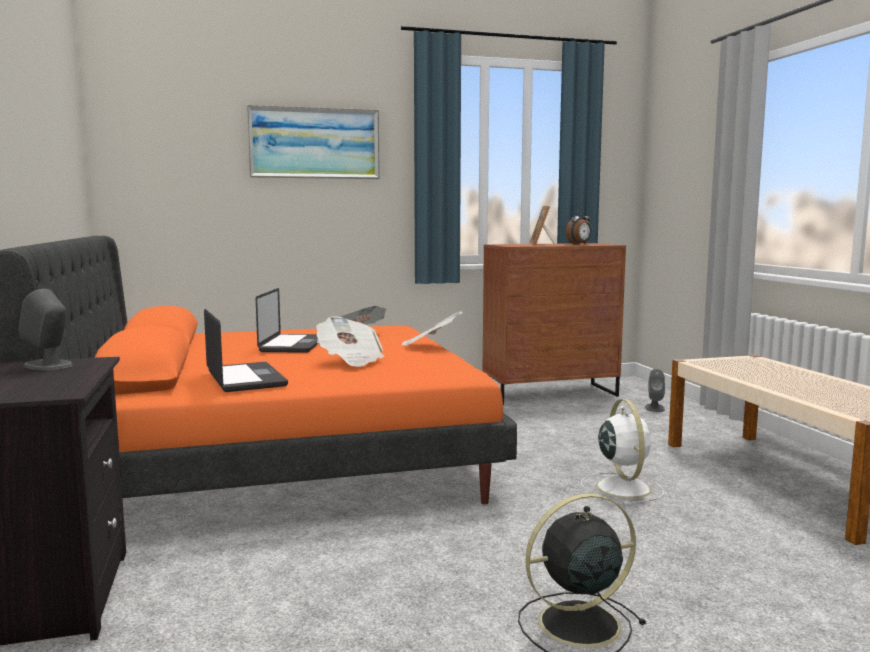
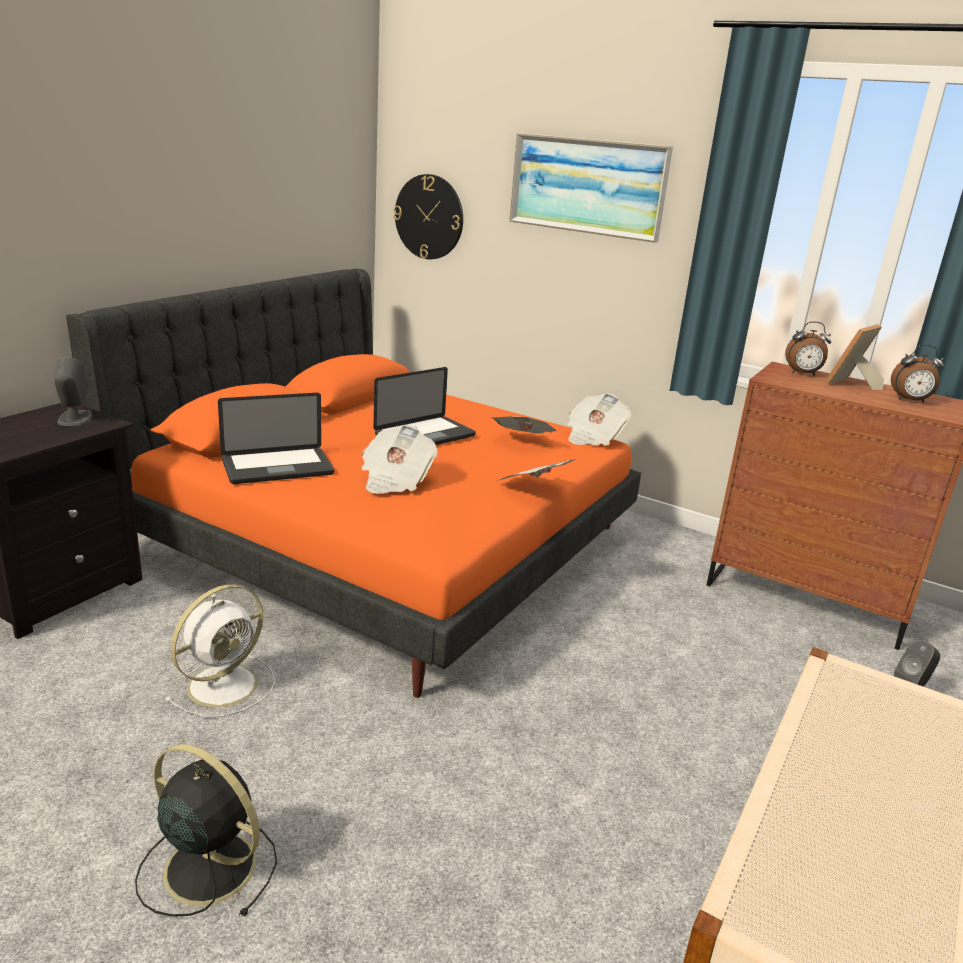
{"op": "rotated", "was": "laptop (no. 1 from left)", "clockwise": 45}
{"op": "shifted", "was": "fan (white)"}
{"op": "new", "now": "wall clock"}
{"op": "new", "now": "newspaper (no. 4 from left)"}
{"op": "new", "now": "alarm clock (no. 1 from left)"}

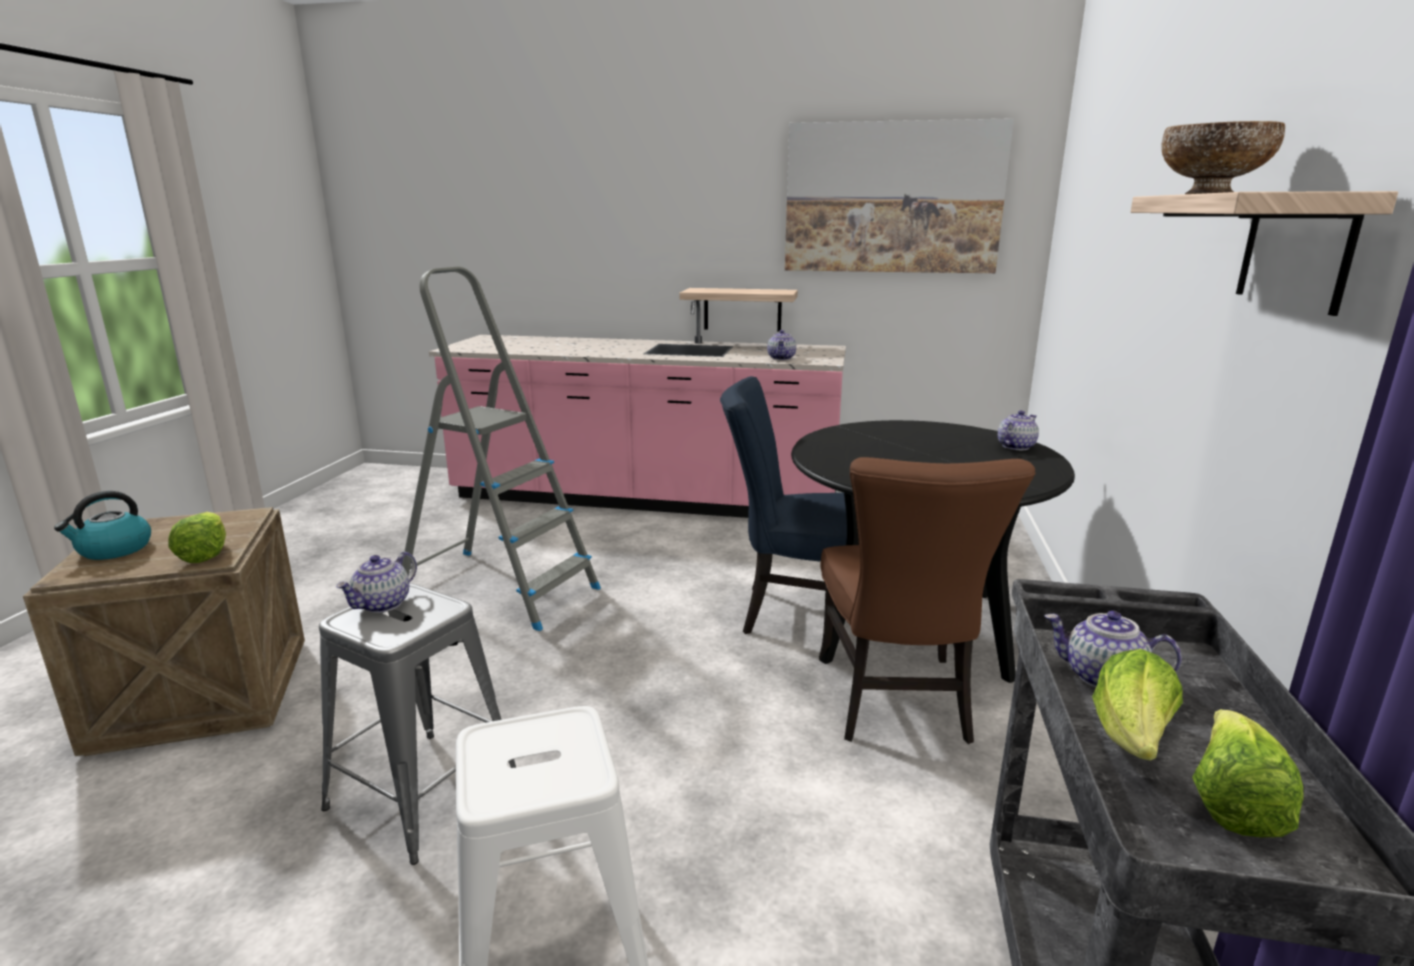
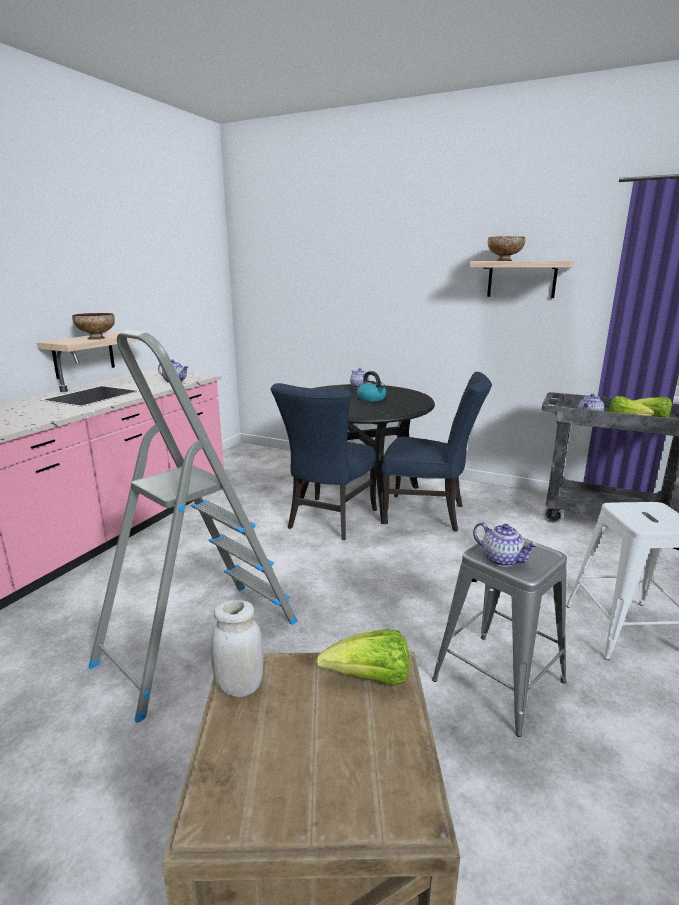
{"op": "shifted", "was": "kettle"}
{"op": "gone", "was": "picture"}
{"op": "repainted", "was": "chair (brown)", "now": "chair (blue) (no. 2 from left)"}
{"op": "new", "now": "bowl (no. 1 from left)"}
{"op": "new", "now": "jar (white)"}

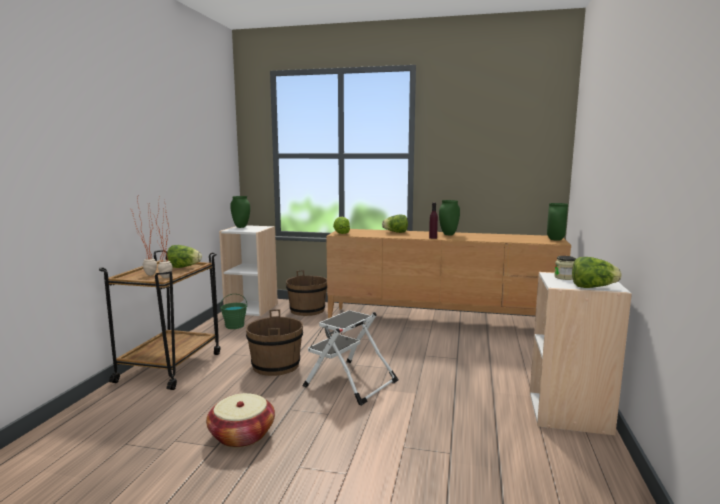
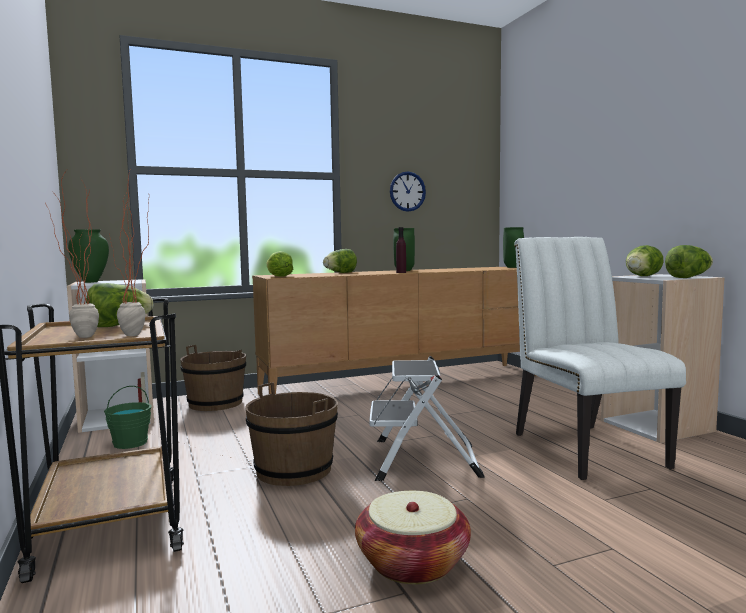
{"op": "swapped", "was": "jar", "now": "lettuce (no. 4 from left)"}
{"op": "new", "now": "wall clock"}
{"op": "new", "now": "chair (white)"}

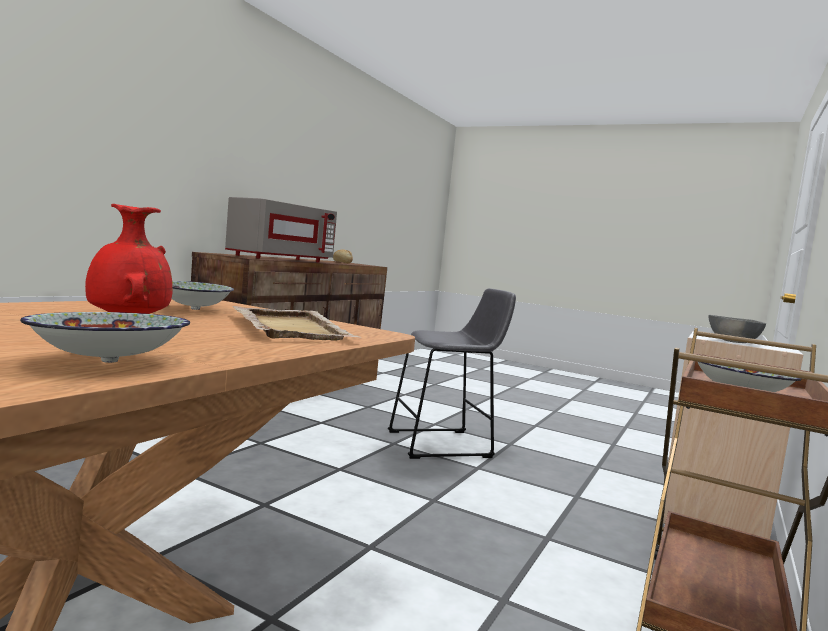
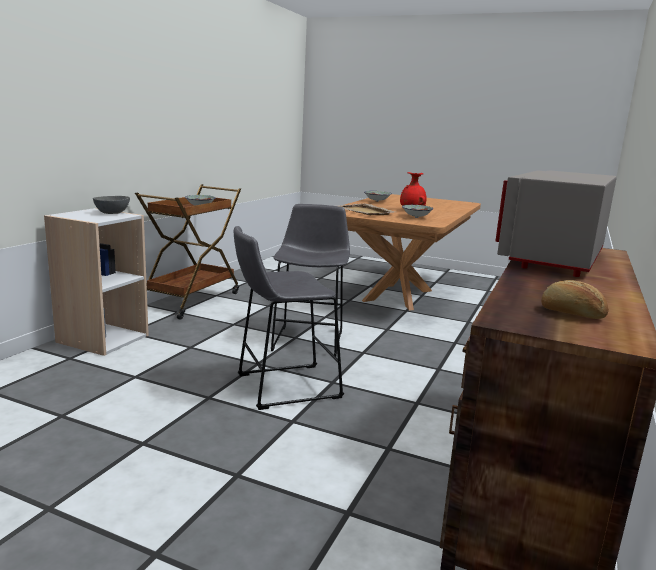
{"op": "new", "now": "stool (grey) (no. 2 from left)"}

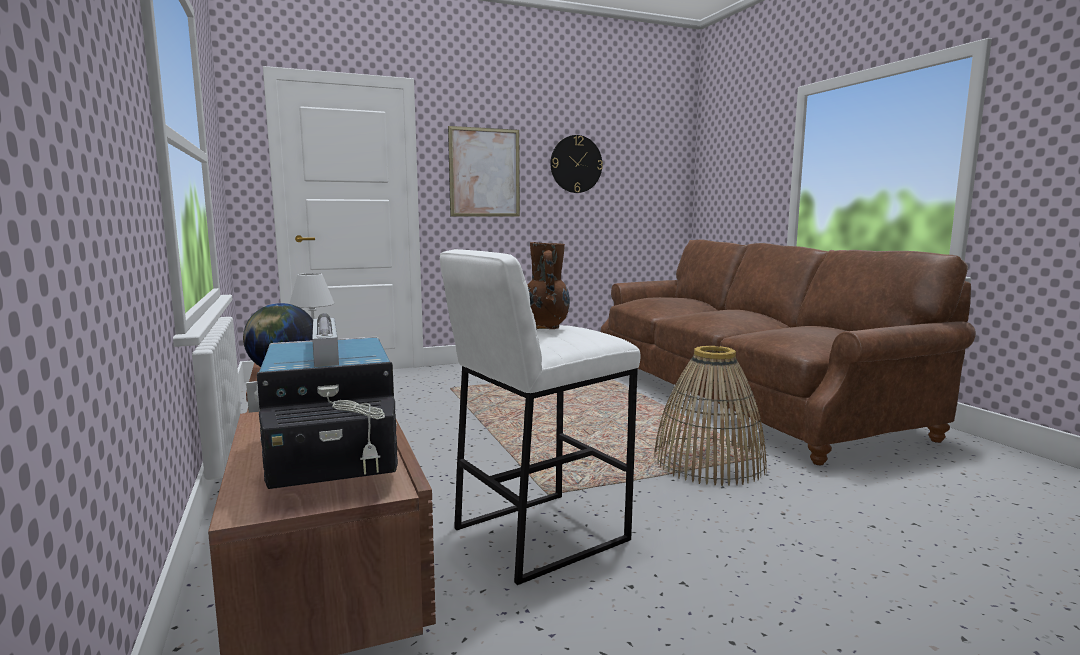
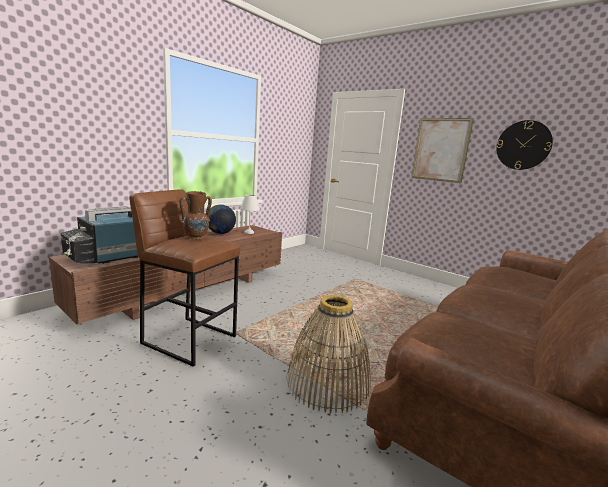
{"op": "repainted", "was": "stool (white)", "now": "stool (brown)"}

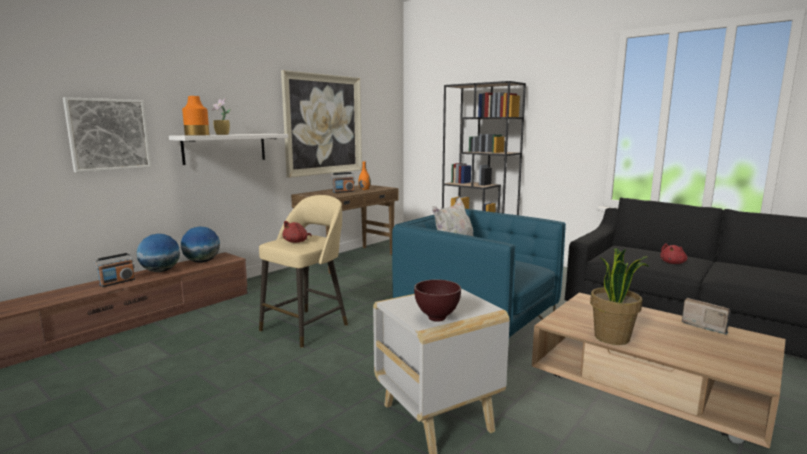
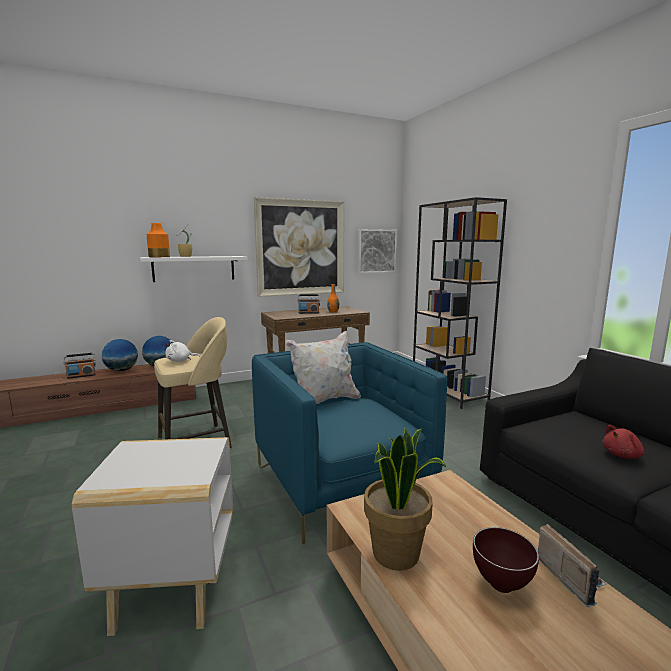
{"op": "shifted", "was": "picture (no. 1 from left in the first image)", "now": "picture (no. 2 from left)"}
{"op": "repainted", "was": "plush toy (red) (no. 1 from left)", "now": "plush toy (white)"}
{"op": "shifted", "was": "bowl (brown)"}

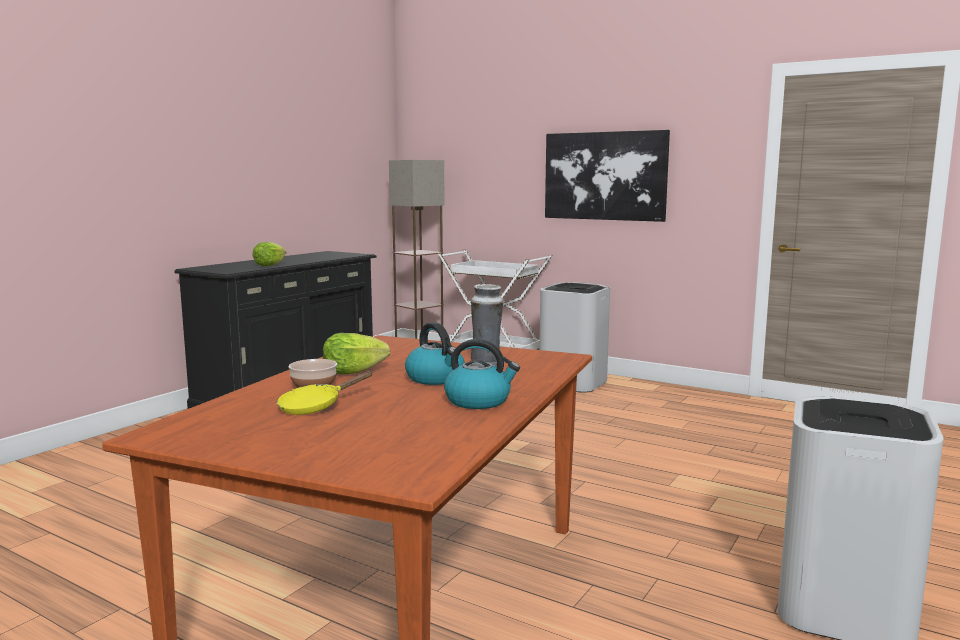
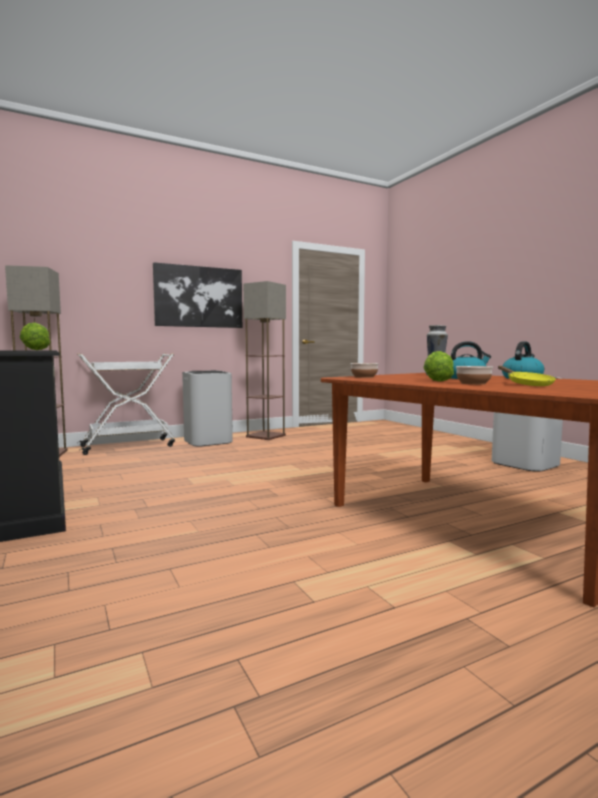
{"op": "new", "now": "floor lamp (no. 2 from left)"}
{"op": "new", "now": "bowl (no. 1 from left)"}

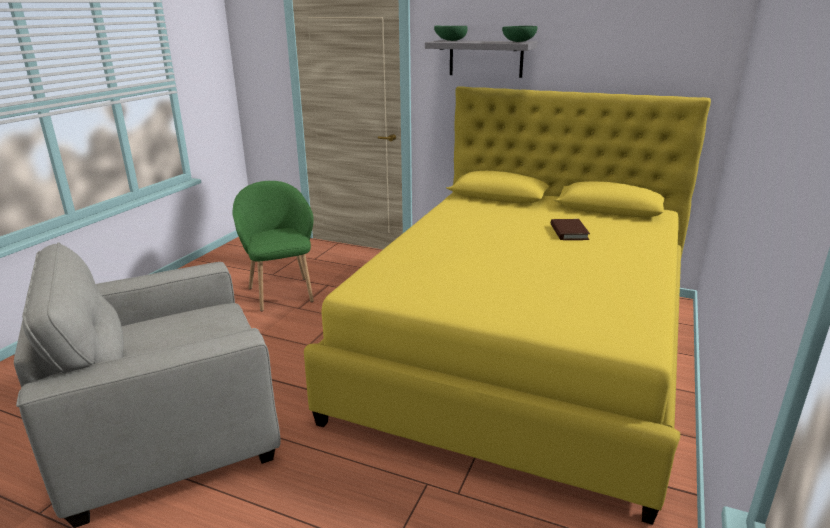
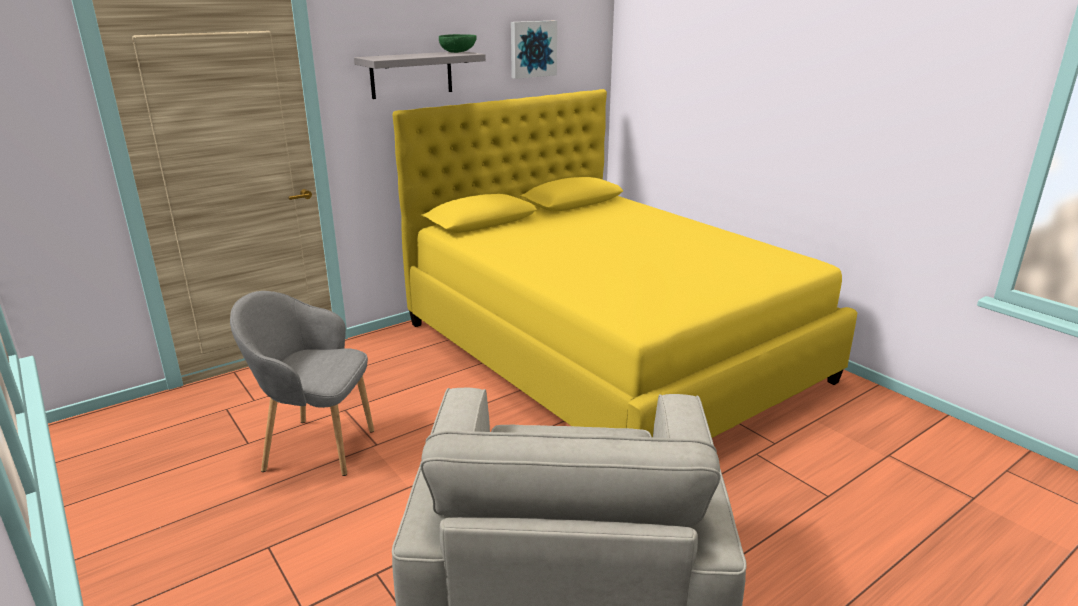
{"op": "repainted", "was": "armchair (green)", "now": "armchair (grey) (no. 1 from left)"}
{"op": "gone", "was": "bowl (green) (no. 1 from left)"}
{"op": "gone", "was": "book (brown)"}
{"op": "new", "now": "picture"}

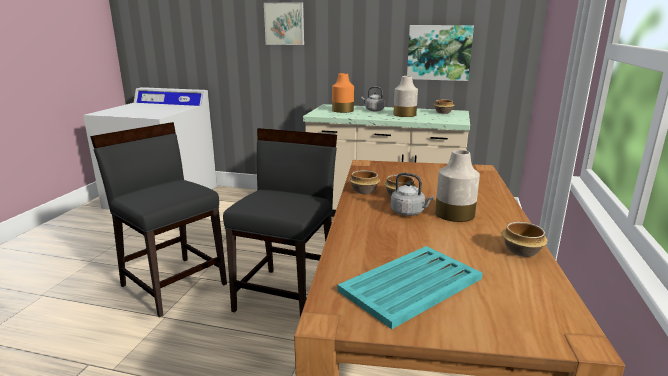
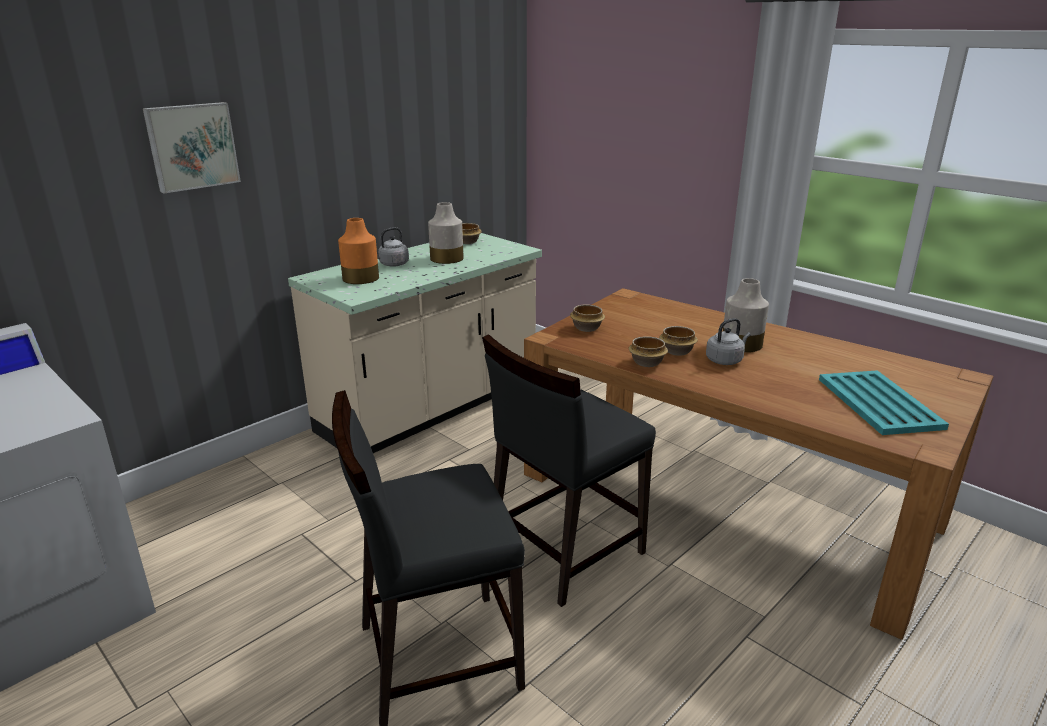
{"op": "rotated", "was": "chair (black) (no. 2 from left)", "clockwise": -90}
{"op": "gone", "was": "picture (no. 2 from left)"}
{"op": "shifted", "was": "bowl (no. 4 from left in the first image)", "now": "bowl (no. 2 from left)"}

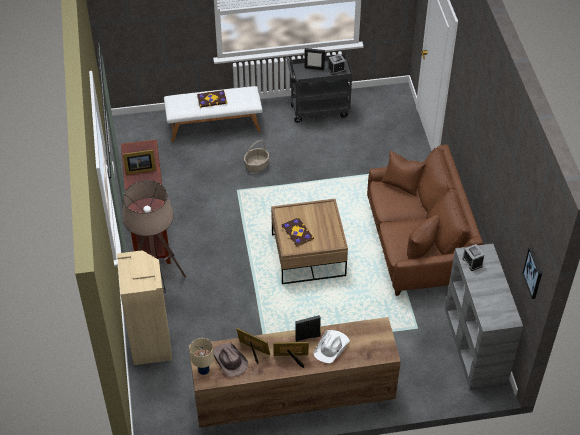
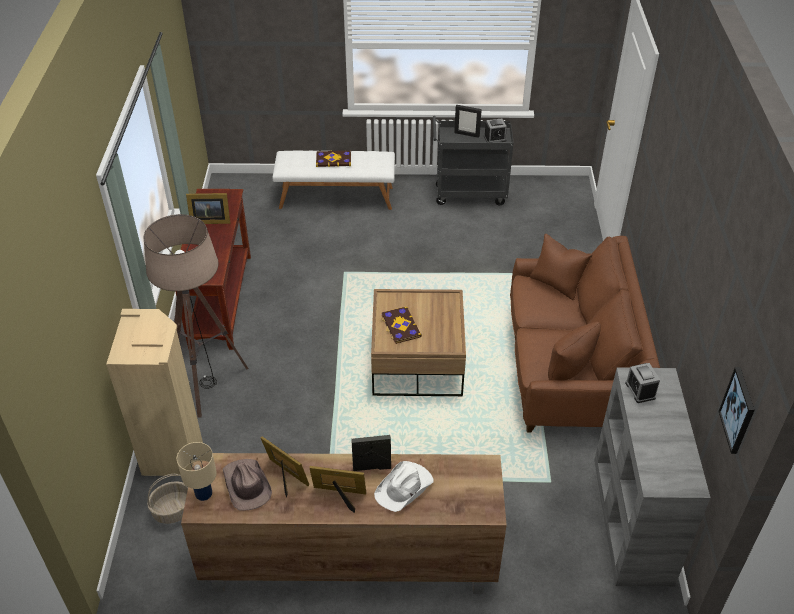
{"op": "shifted", "was": "basket"}

